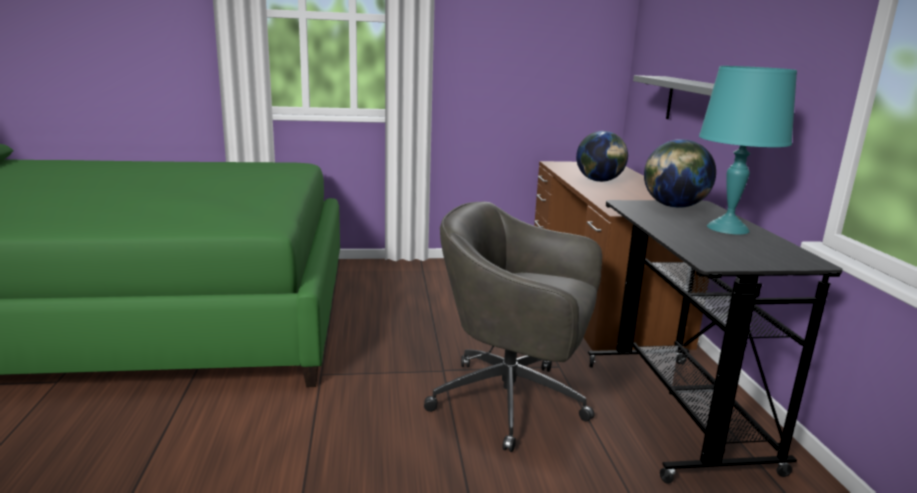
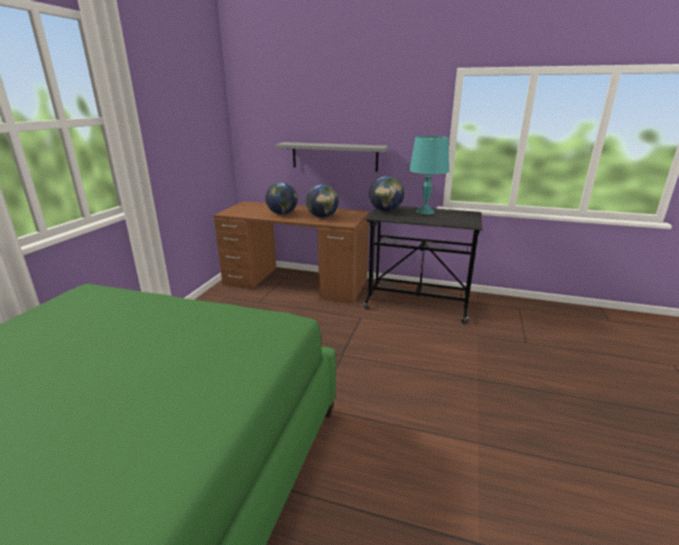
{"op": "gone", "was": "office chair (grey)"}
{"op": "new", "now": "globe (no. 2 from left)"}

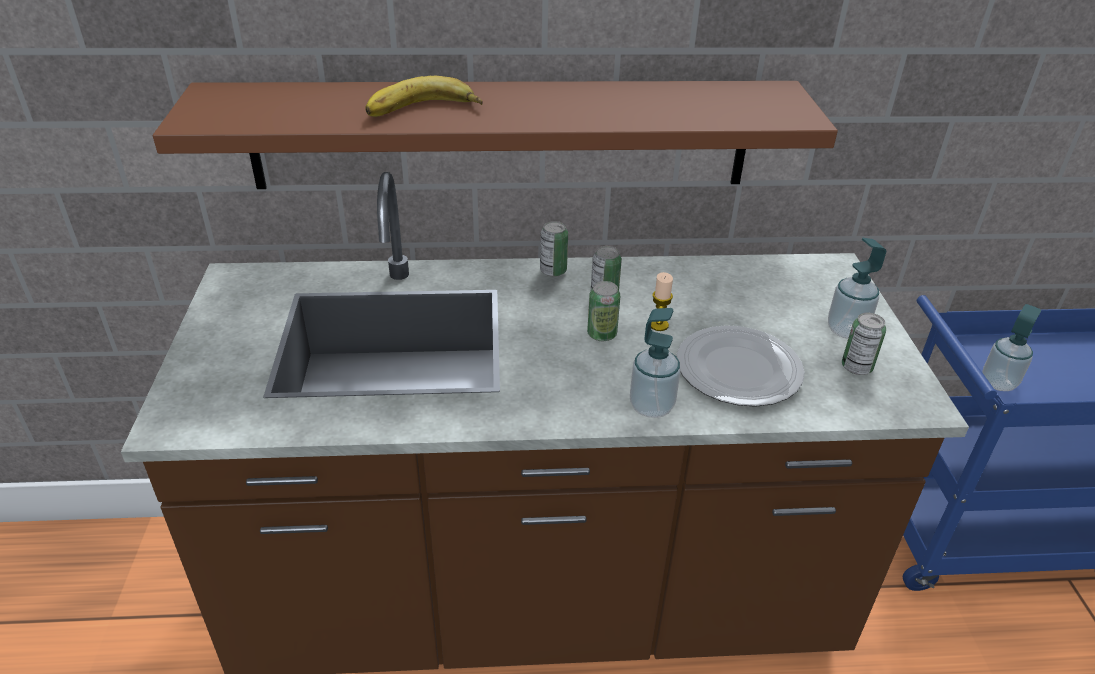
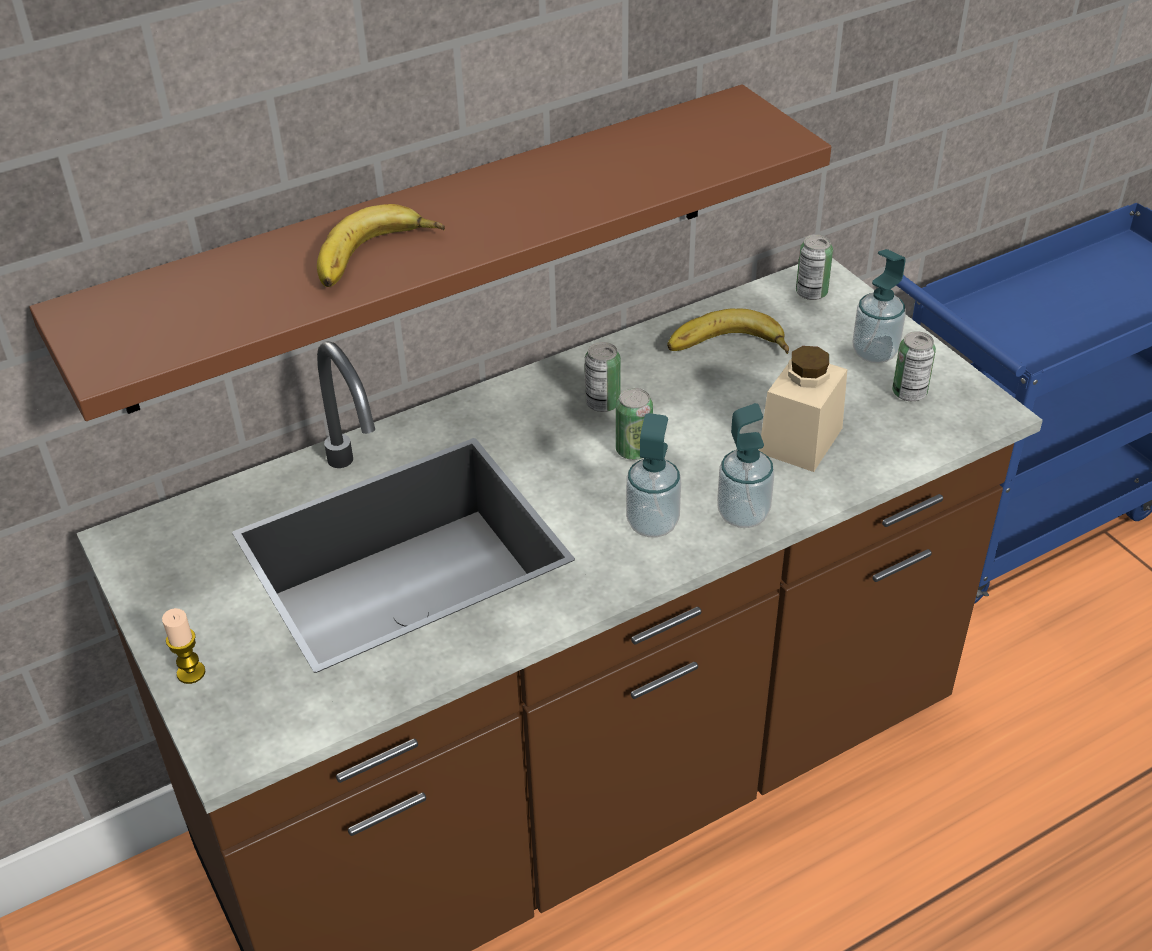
{"op": "shifted", "was": "can (no. 1 from left in the first image)", "now": "can (no. 3 from left)"}
{"op": "shifted", "was": "candle"}
{"op": "swapped", "was": "plate", "now": "jar (beige)"}
{"op": "shifted", "was": "soap dispenser (no. 3 from left in the first image)", "now": "soap dispenser (no. 1 from left)"}
{"op": "new", "now": "banana (no. 2 from left)"}

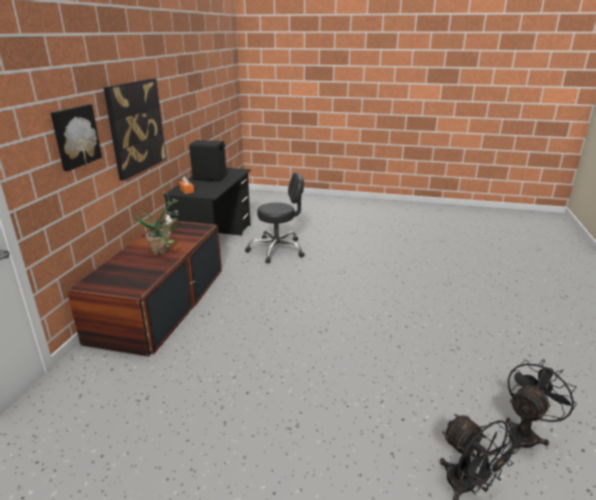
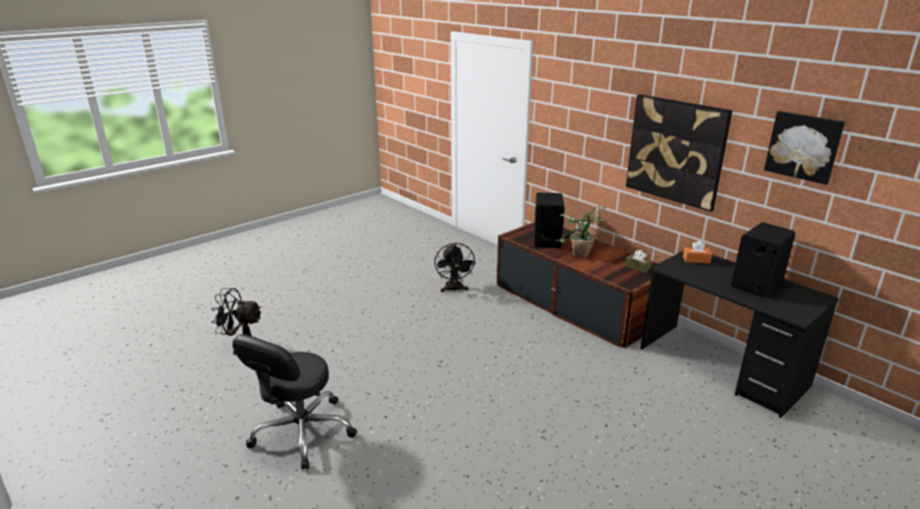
{"op": "shifted", "was": "picture (no. 1 from left in the first image)", "now": "picture (no. 2 from left)"}
{"op": "shifted", "was": "office chair (black)"}
{"op": "shifted", "was": "fan (black) (no. 2 from left)"}
{"op": "new", "now": "speaker (black) (no. 1 from left)"}

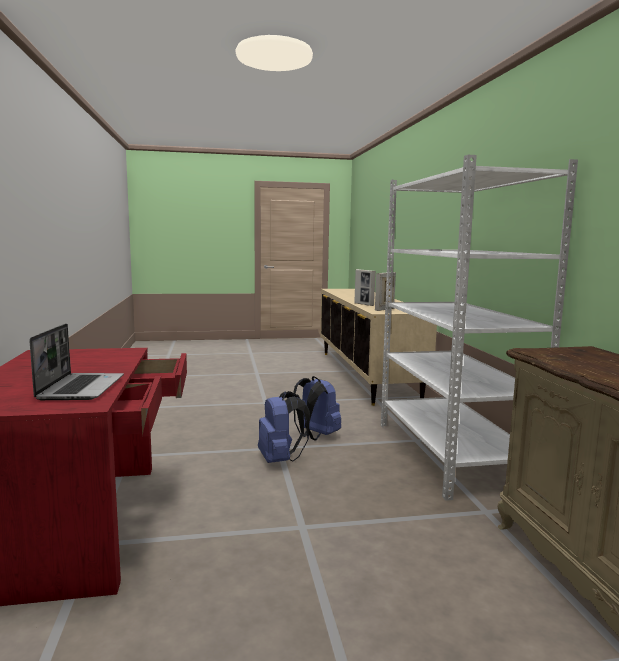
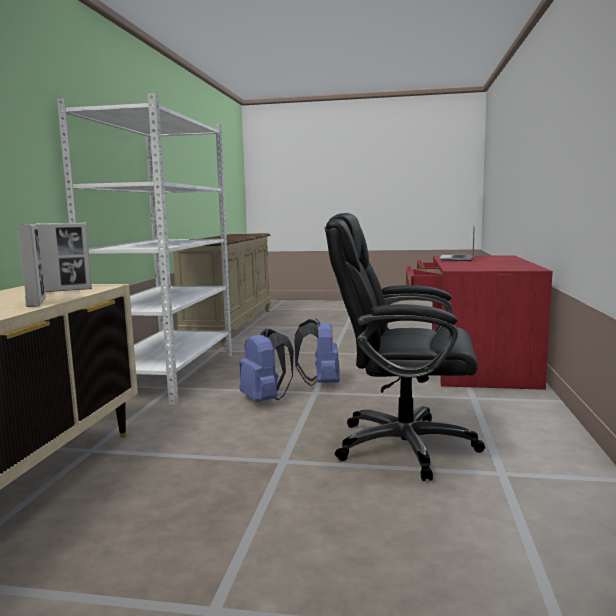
{"op": "new", "now": "office chair (black)"}

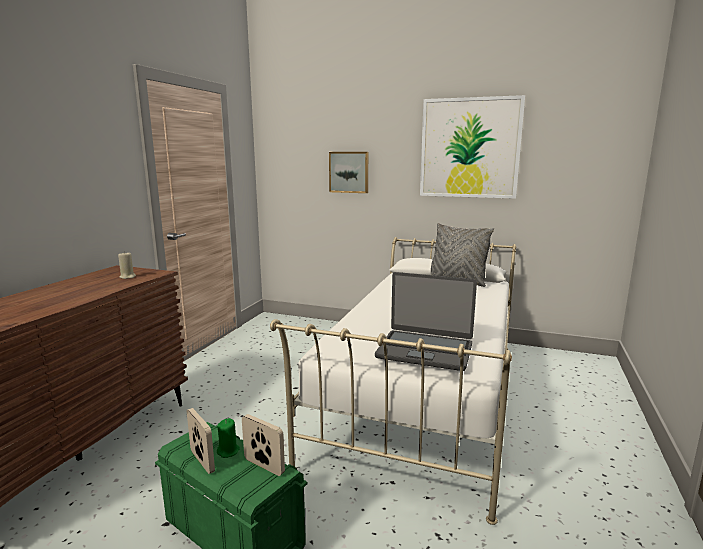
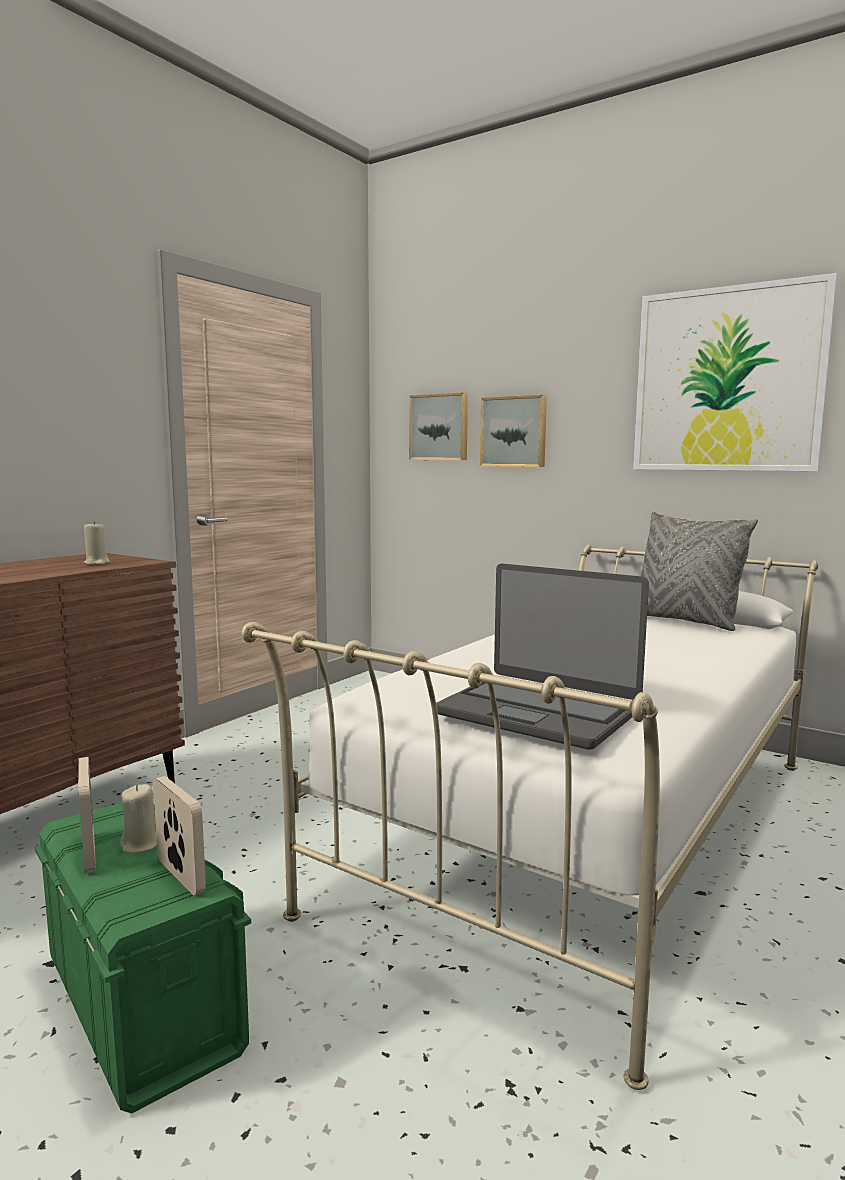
{"op": "repainted", "was": "candle (green)", "now": "candle (beige) (no. 2 from left)"}
{"op": "new", "now": "picture (no. 1 from left)"}

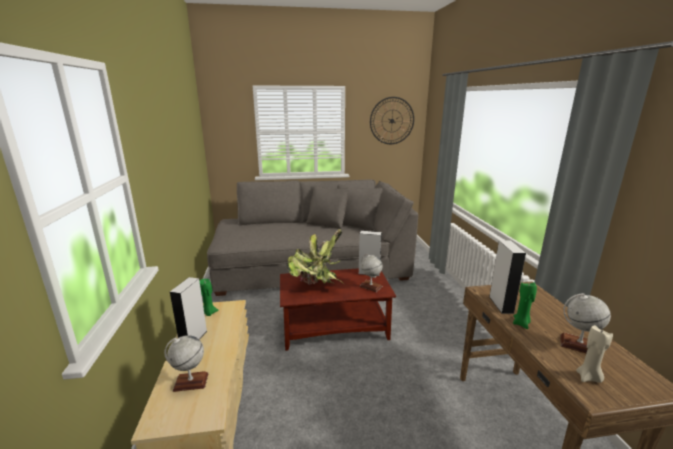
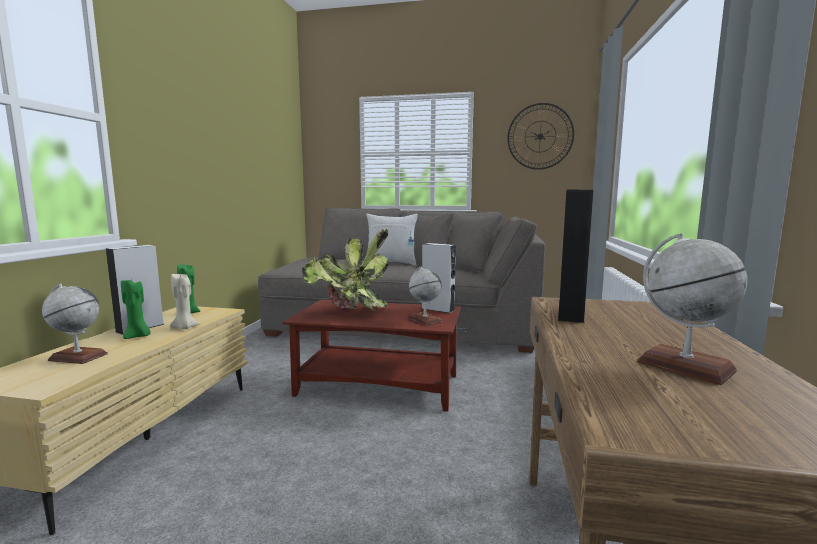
{"op": "shifted", "was": "candle (green) (no. 2 from left in the first image)", "now": "candle (green) (no. 1 from left)"}
{"op": "shifted", "was": "candle (beige)"}
{"op": "new", "now": "pillow (grey)"}

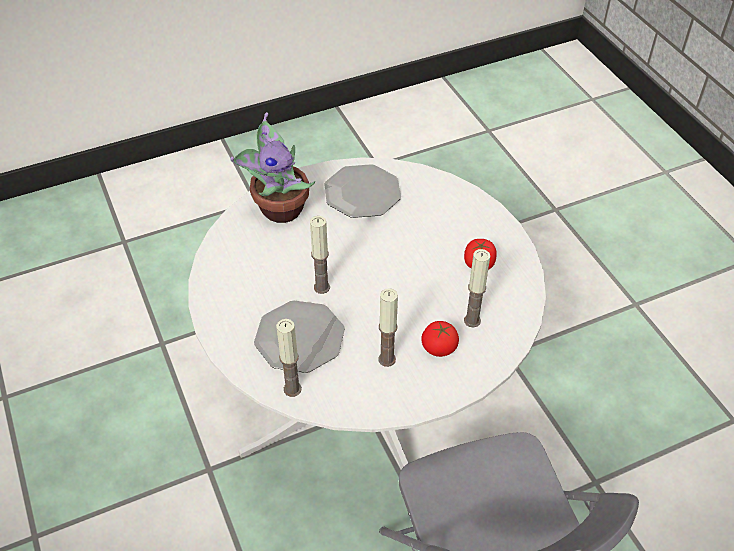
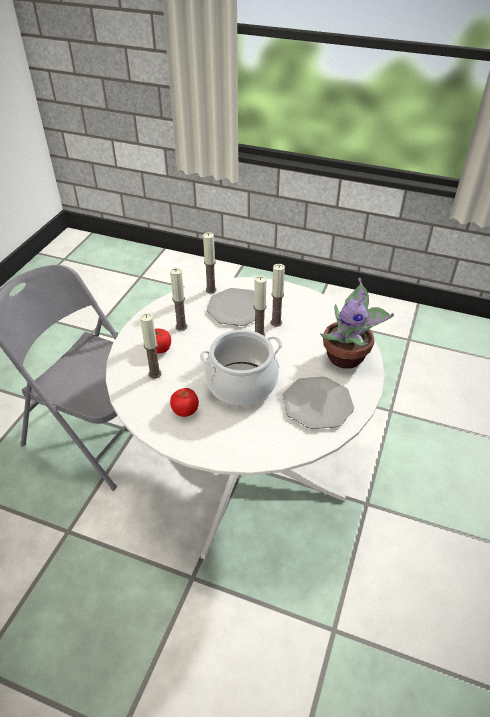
{"op": "new", "now": "cooking pot"}
{"op": "new", "now": "candle (no. 5 from left)"}

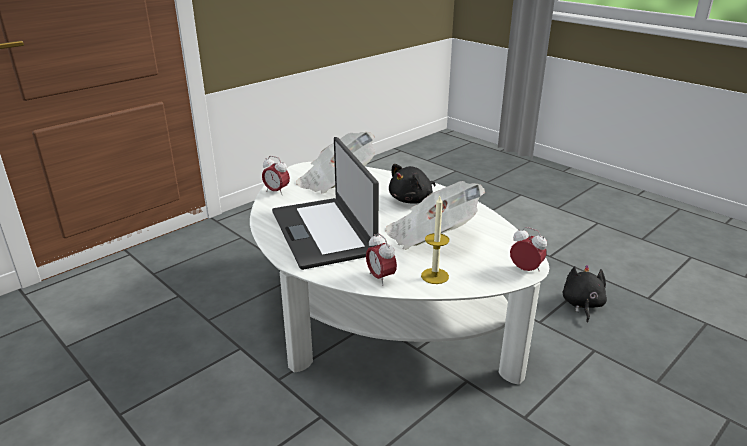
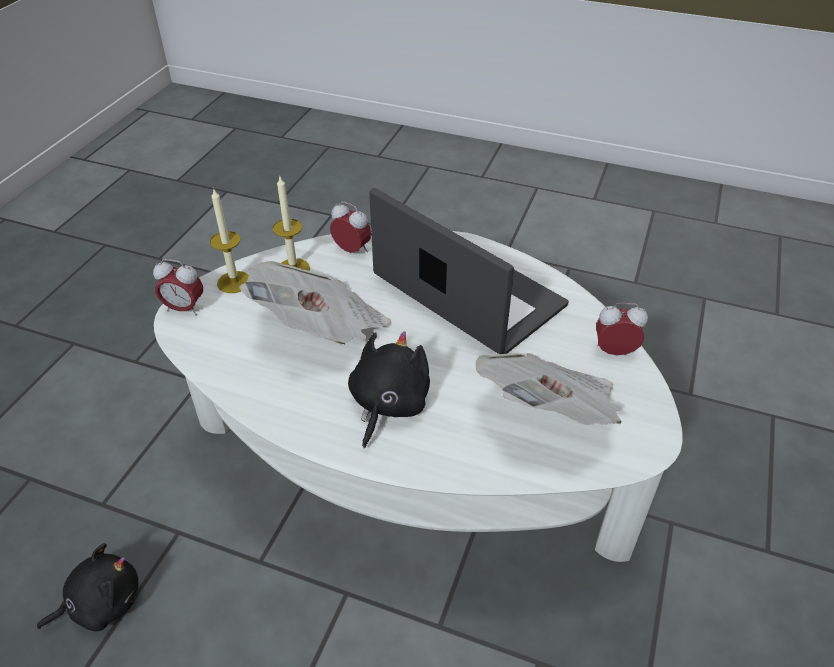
{"op": "rotated", "was": "plush toy (black) (no. 2 from left in the first image)", "clockwise": -105}
{"op": "new", "now": "candle (no. 1 from left)"}

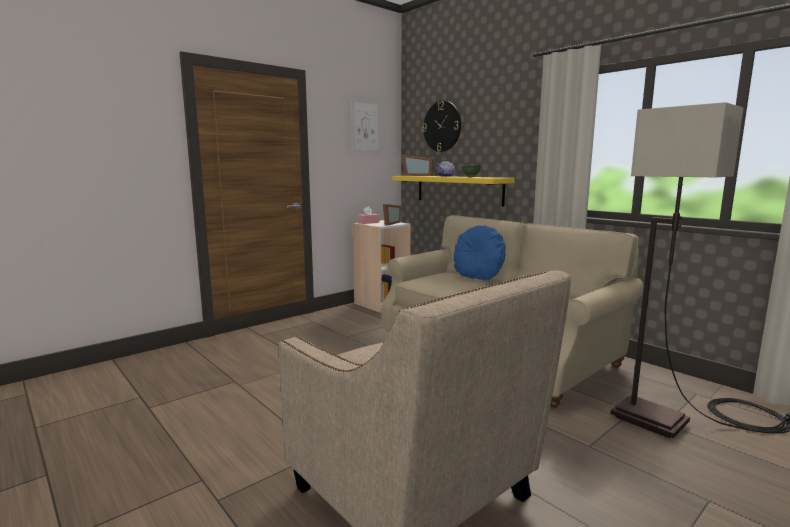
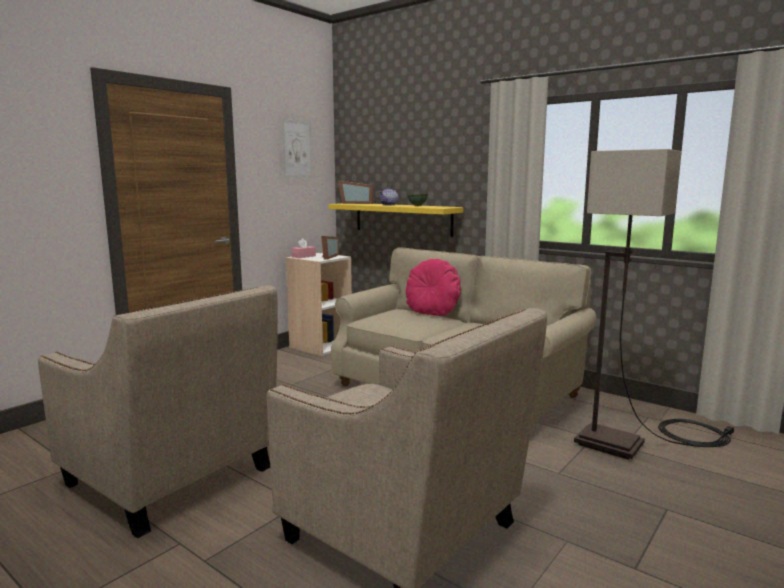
{"op": "gone", "was": "wall clock"}
{"op": "repainted", "was": "pillow (blue)", "now": "pillow (pink)"}
{"op": "new", "now": "armchair (beige) (no. 1 from left)"}

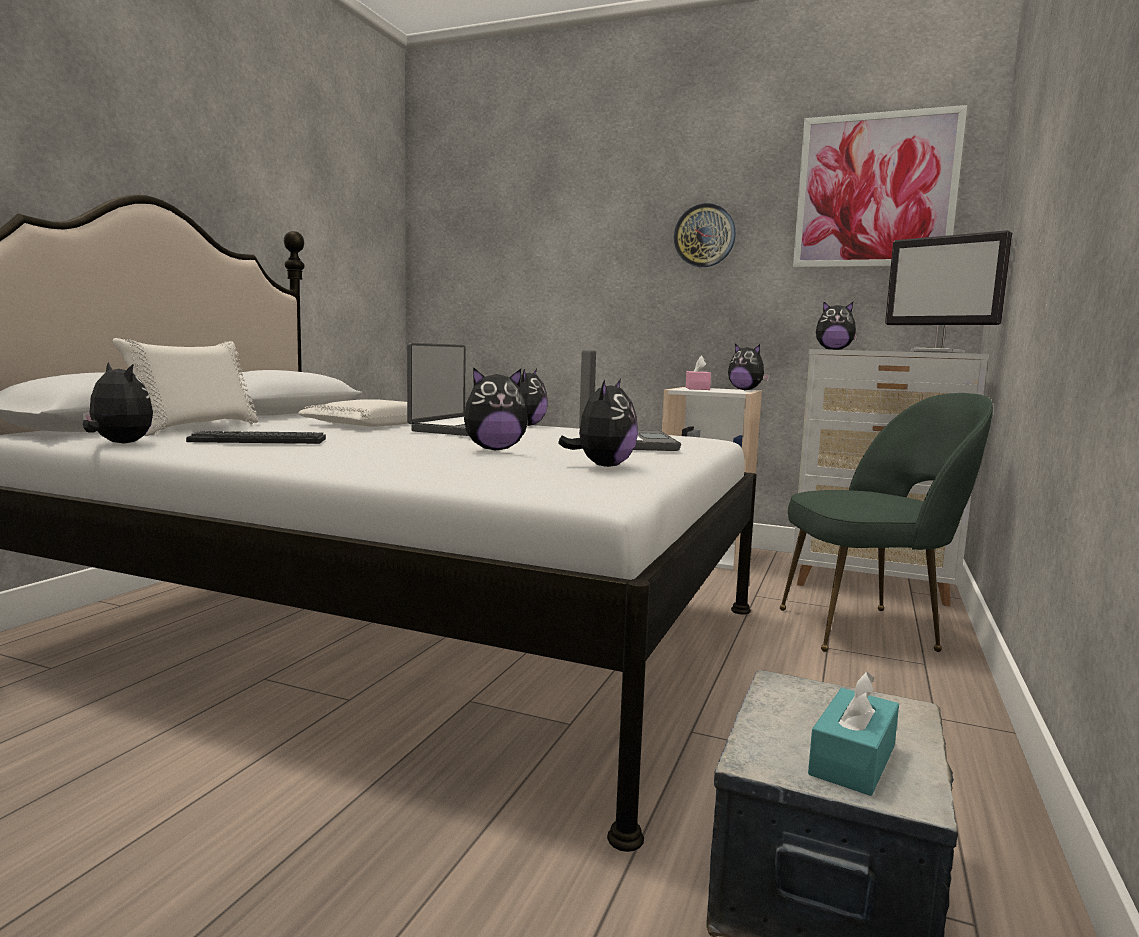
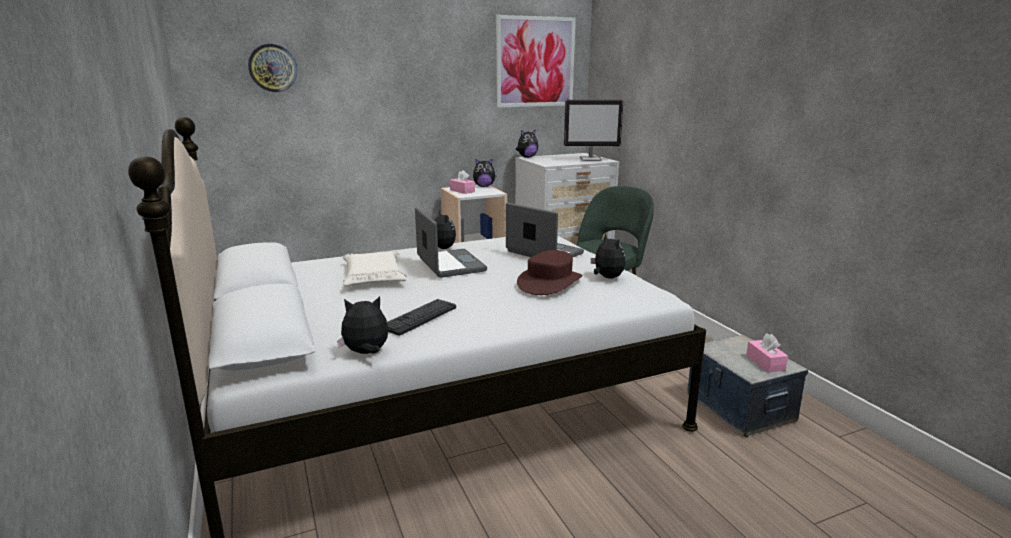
{"op": "gone", "was": "pillow (white) (no. 1 from left)"}
{"op": "swapped", "was": "plush toy (no. 2 from left)", "now": "hat (brown)"}
{"op": "shifted", "was": "wall clock"}
{"op": "repainted", "was": "tissue box (turquoise)", "now": "tissue box (pink) (no. 2 from left)"}

